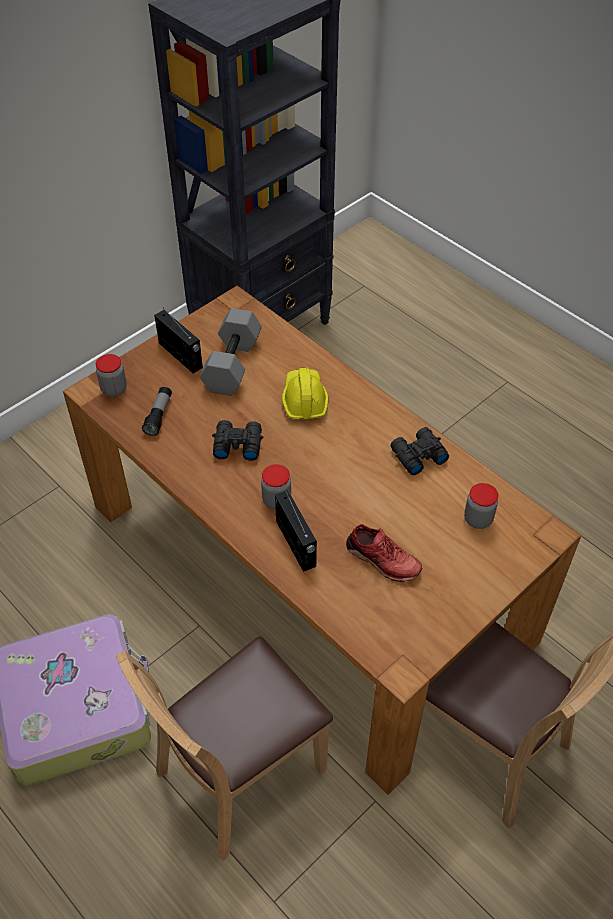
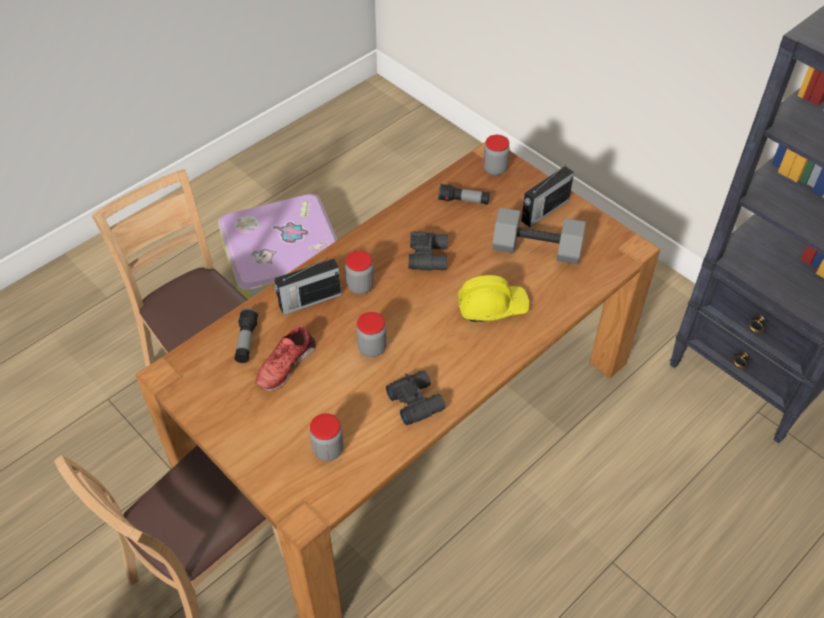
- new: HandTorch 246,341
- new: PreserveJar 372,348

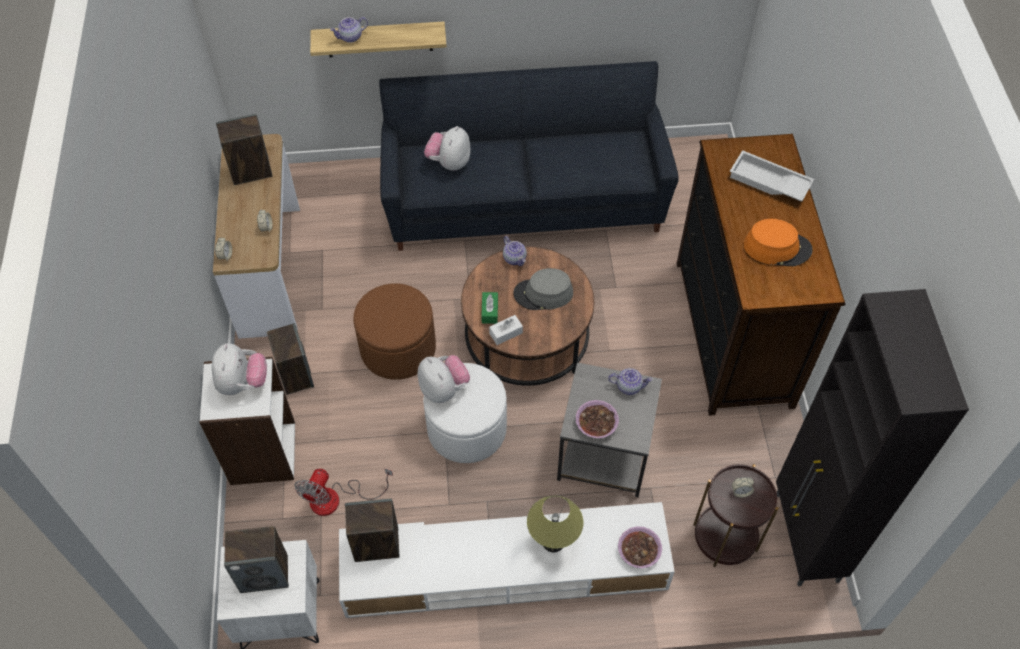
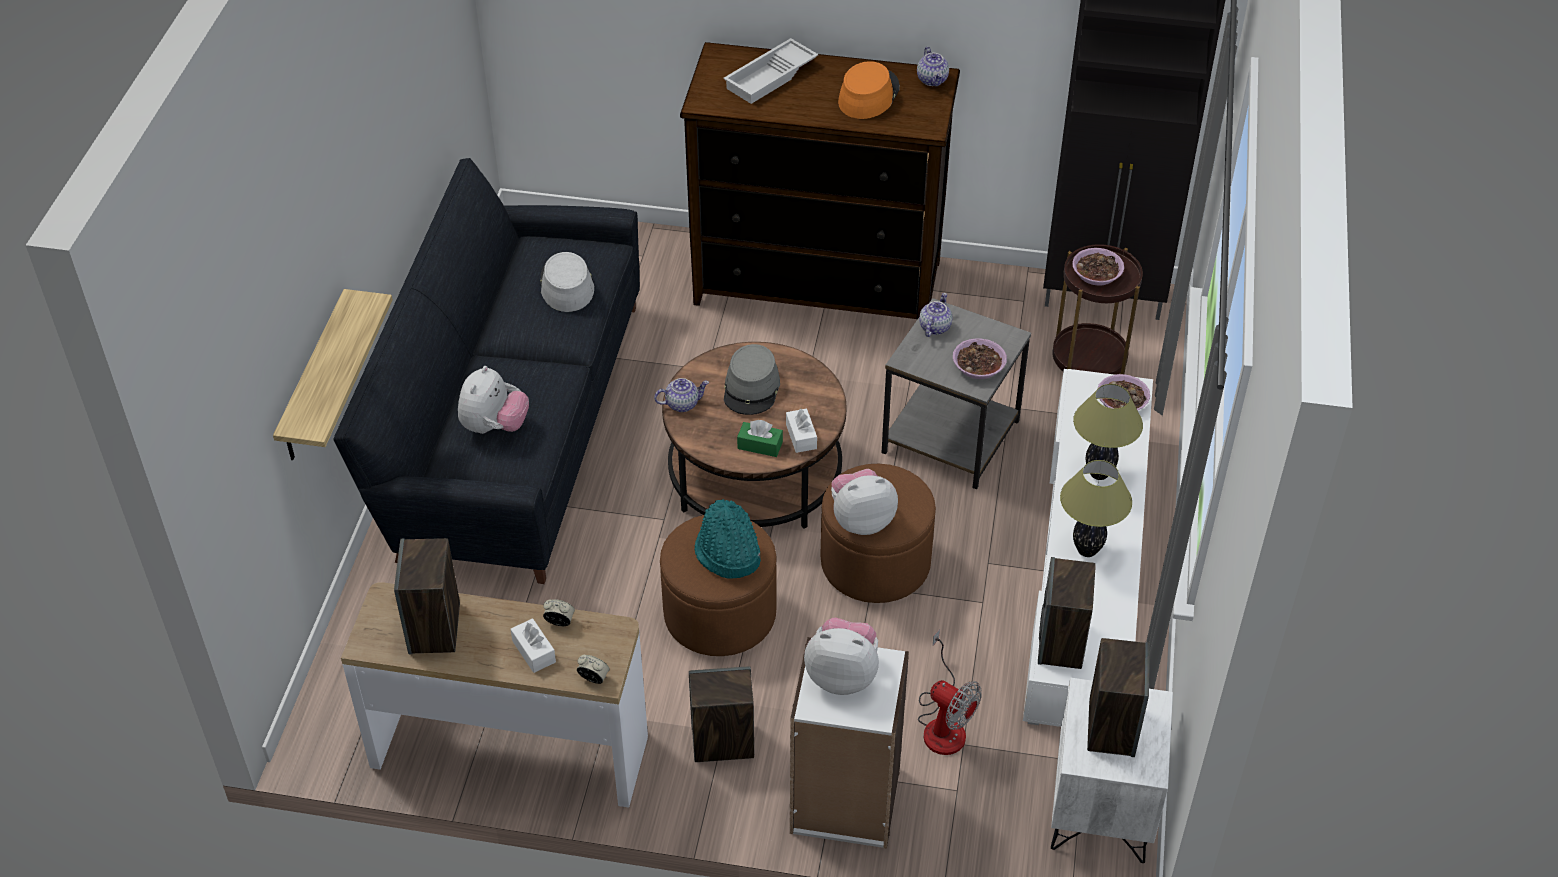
- new: WhiteBoxOfTissues 534,651
- new: GrayWearableHat 566,285
- new: BlueGreenWearableHat 727,554
- new: TableLamp 1086,550
- shifted: TeaPot 350,37 to 932,80
- swapped: AlarmClock 740,492 to Bowl 1096,273
- repainted: WhitePouffe 467,429 to BrownColouredPouffe 875,562
- rotated: CuddlyToy 449,162 = 494,426 105 degrees counterclockwise

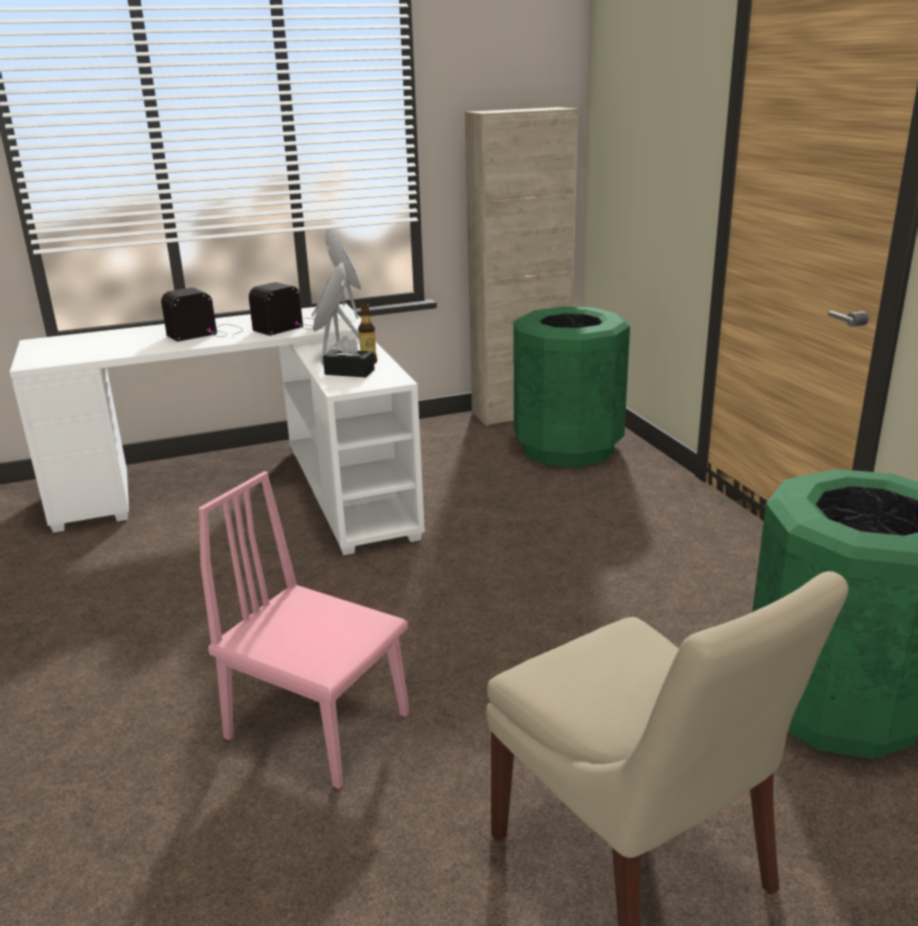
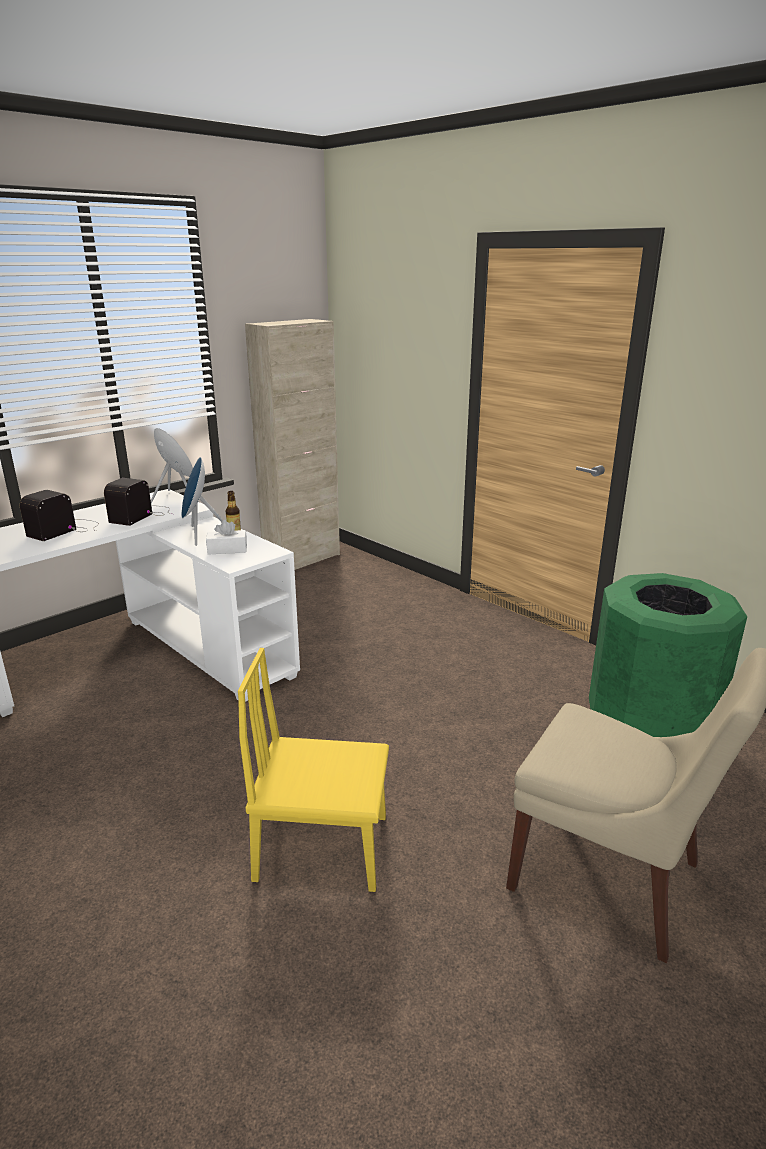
- gone: GreenRubbishBin 567,449
- repainted: PinkishPlainChair 318,725 to YellowishPlainChair 322,847
- repainted: BlackishBoxOfTissues 349,372 to WhiteBoxOfTissues 227,549

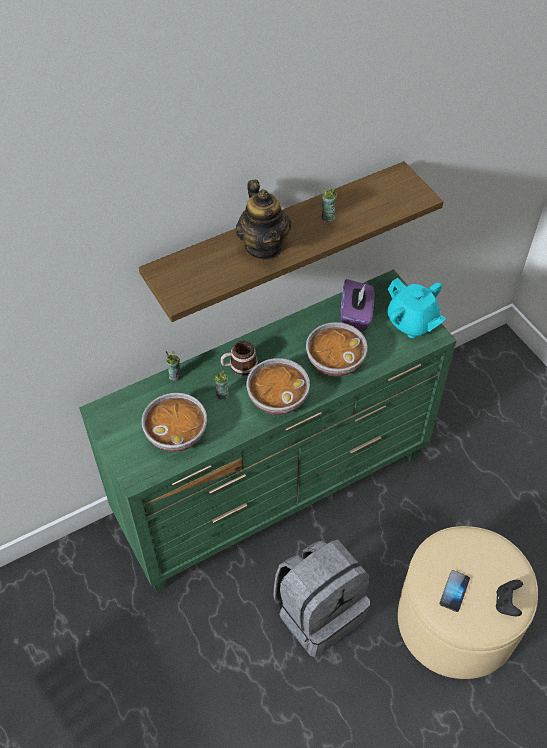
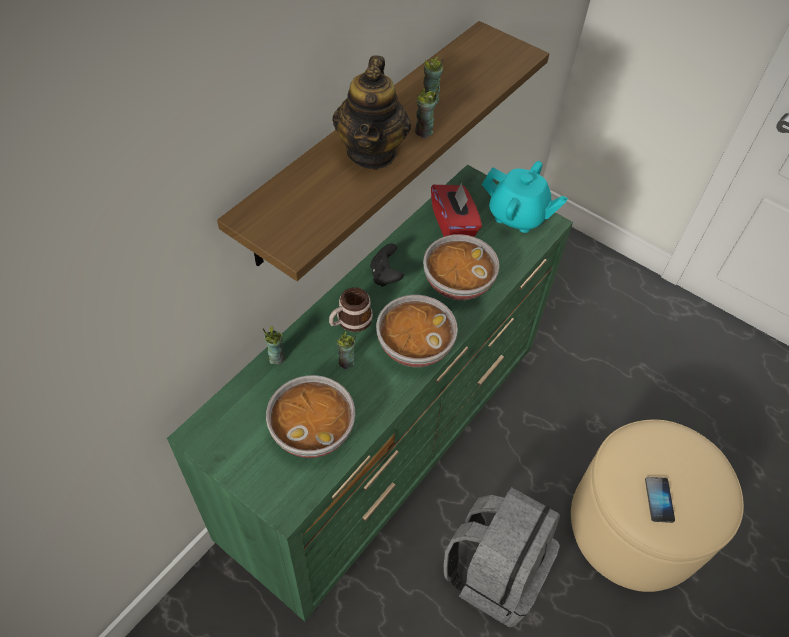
- new: SmallCup 424,132
- shifted: BlackishJoypad 506,603 to 385,275
- repainted: PurplishBoxOfTissues 356,315 to RedBoxOfTissues 453,224
- rotated: TeaPot 264,246 = 372,152 45 degrees clockwise

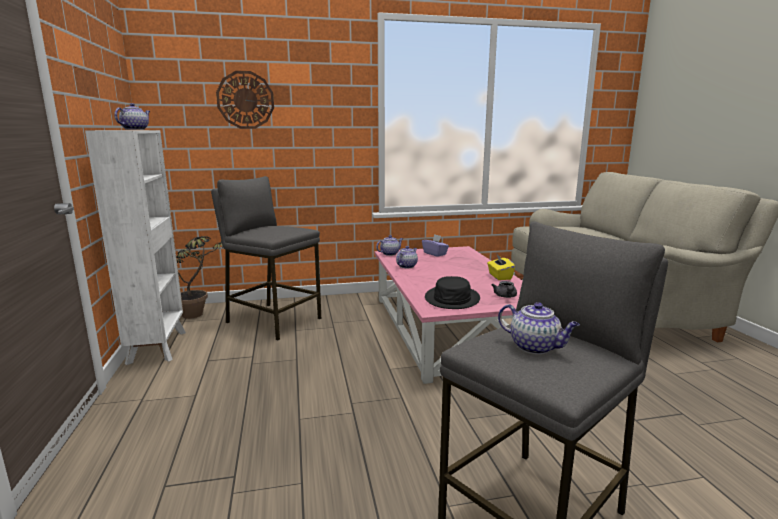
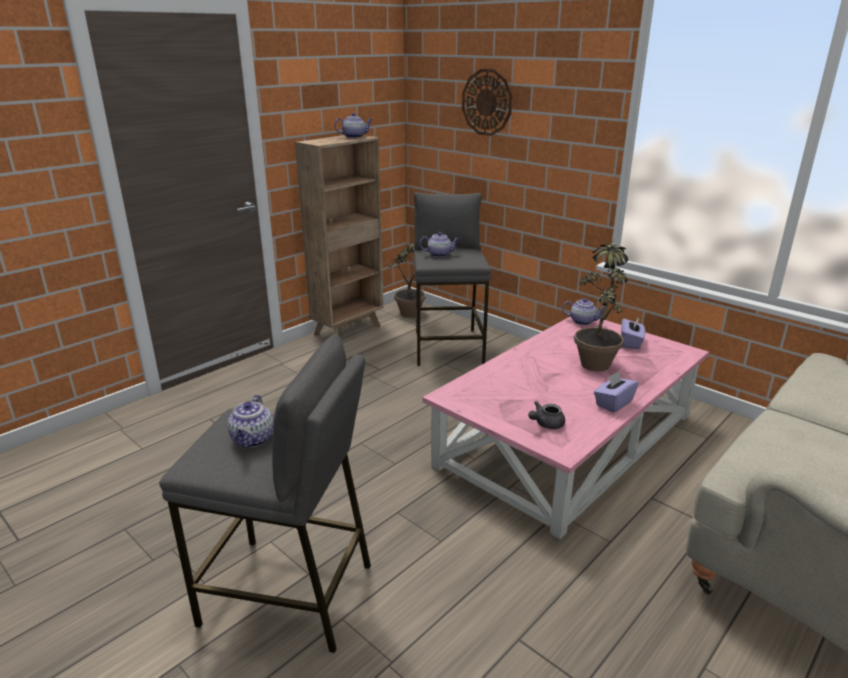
- gone: BlackishWearableHat 452,298
- new: PlantInAPot 596,360
- shifted: TeaPot 406,266 to 439,254
- repainted: WhiteBookcase 158,346 to BrownColouredBookcase 349,330
- repainted: YellowishBoxOfTissues 499,276 to PurplishBoxOfTissues 613,403

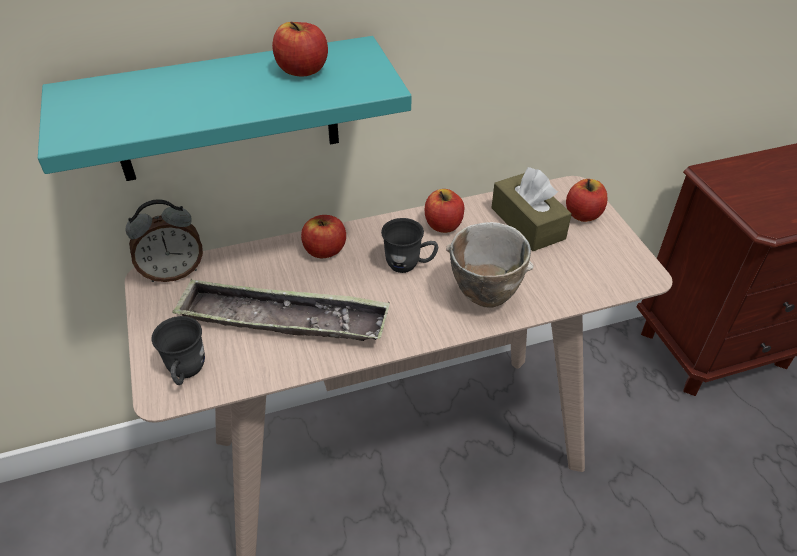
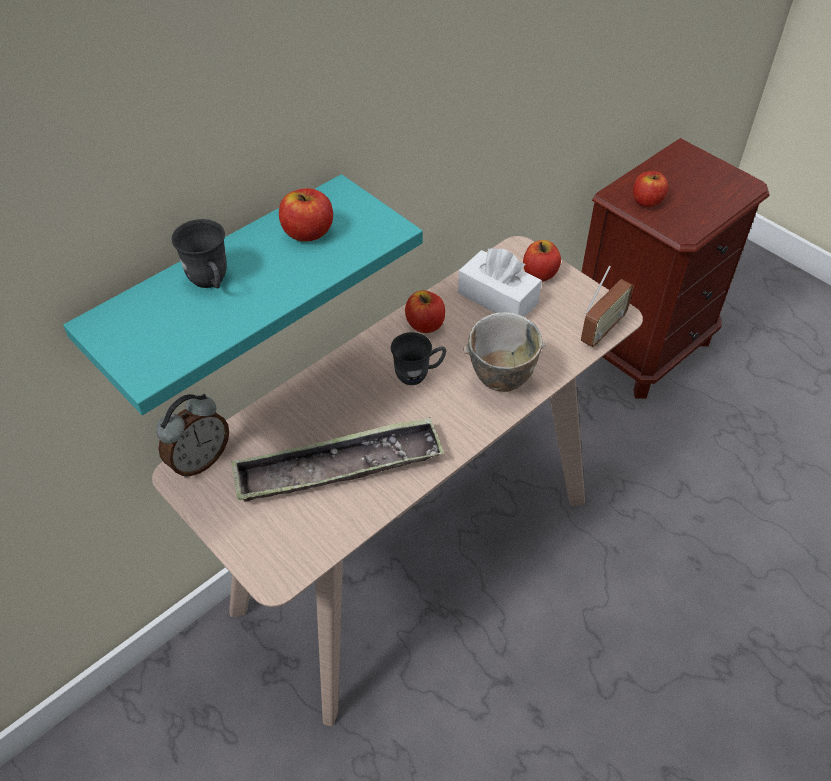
- new: RadioReceiver 602,331
- shifted: GrayTeaMug 186,373 to 211,282
- shifted: Apple 325,250 to 647,201
- repainted: BrownColouredBoxOfTissues 527,223 to WhiteBoxOfTissues 497,298

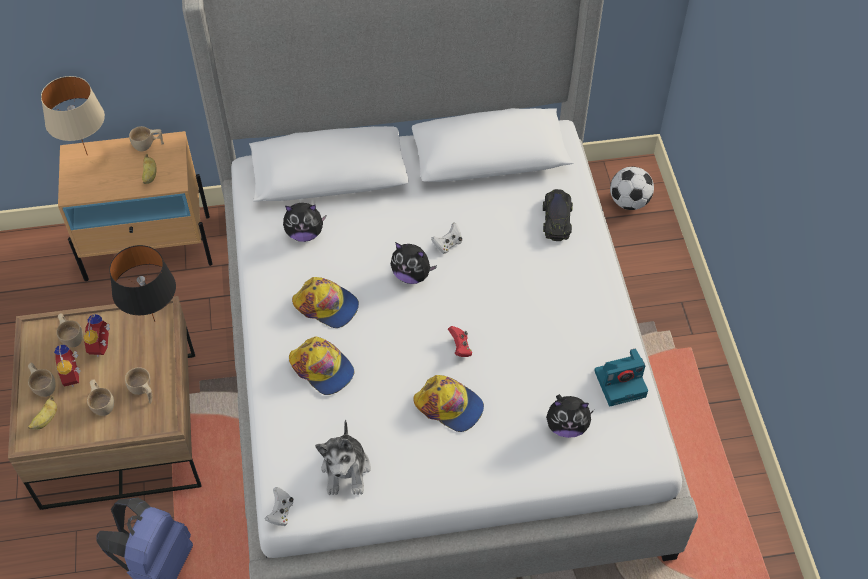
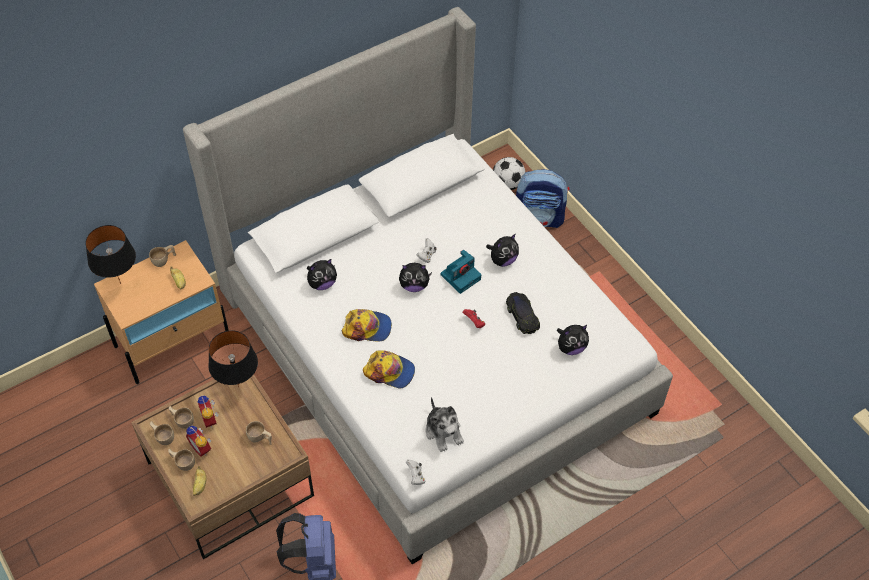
- gone: Cap 449,406
- new: CuddlyToy 502,260
- new: Knapsack 539,218
- shifted: SandColouredSmallCup 102,403 to 163,436
- shifted: BlackishMiniatureCar 557,218 to 522,315
- shifted: PhotoCamera 621,383 to 461,276
- repainted: SandColouredTableLamp 88,155 to BlackishTableLamp 121,283

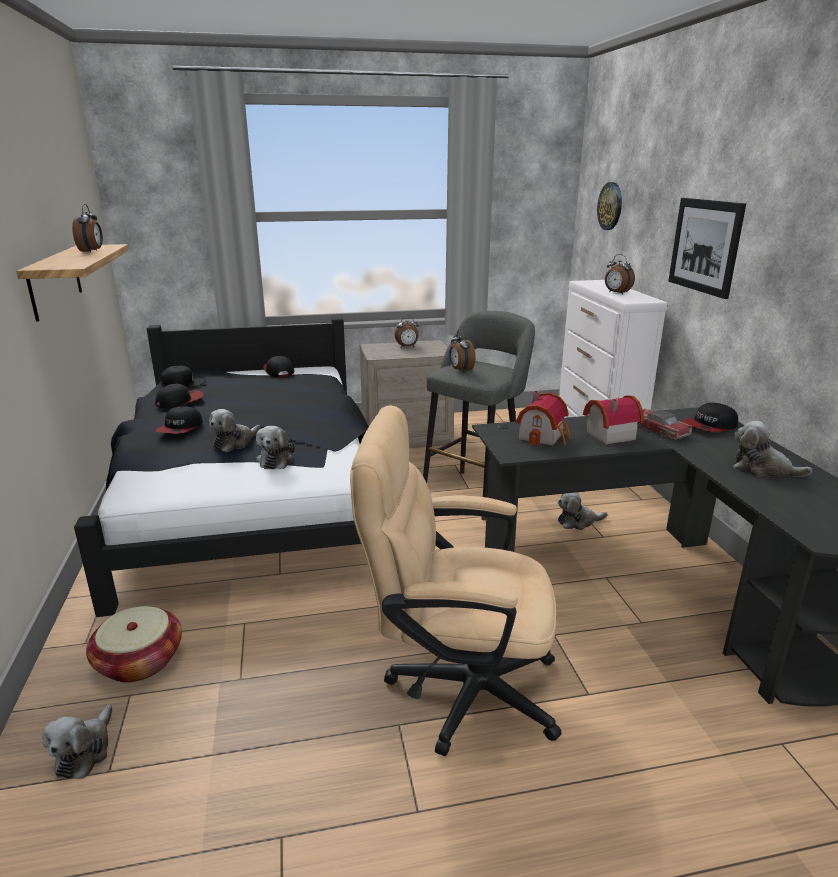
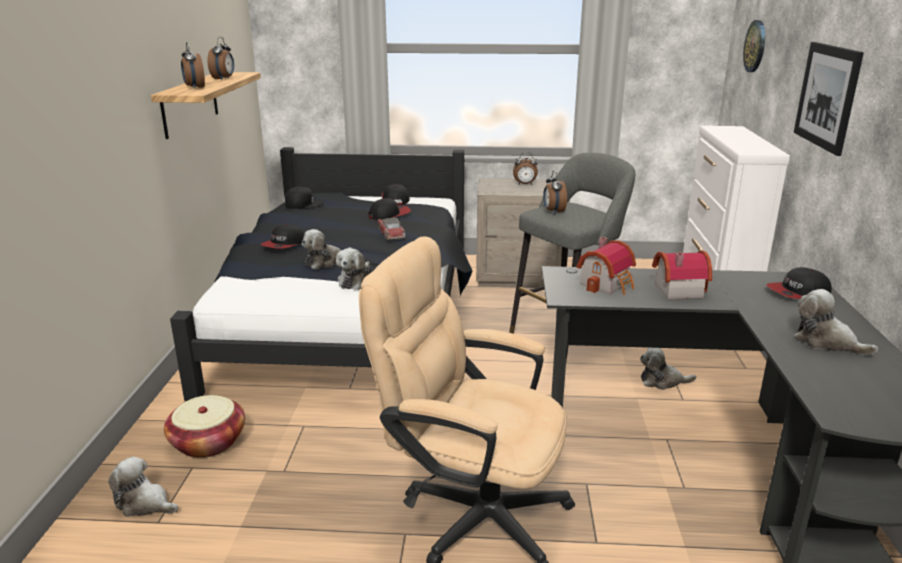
- shifted: Cap 180,401 to 389,214
- shifted: AlarmClock 616,293 to 194,88
- shifted: MiniatureCar 659,430 to 391,233
- rotated: CuddlyToy 85,751 = 145,504 90 degrees clockwise

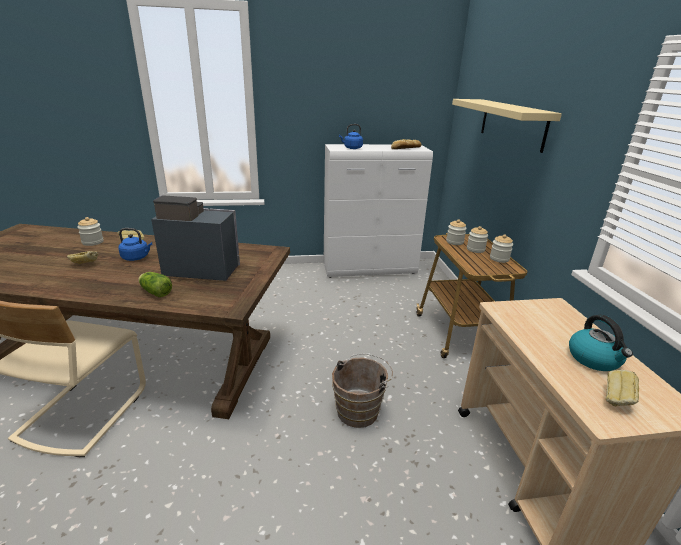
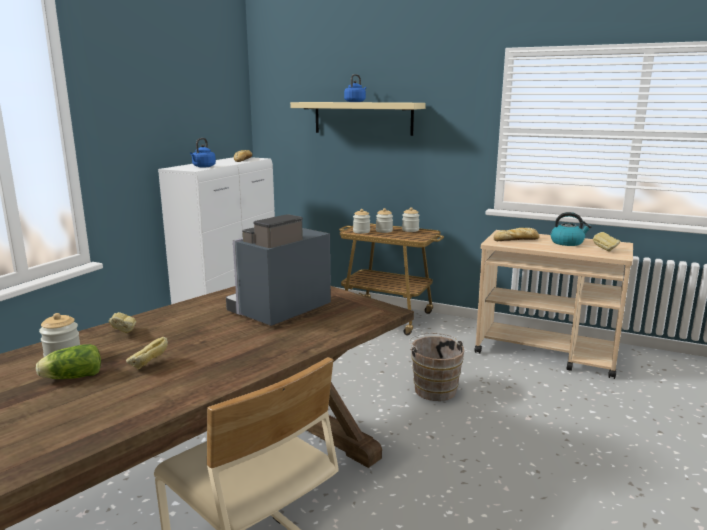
- new: Bread 517,239
- shifted: BlueColouredTeaKettle 137,257 to 355,102
- shifted: LettuceHead 155,292 to 71,377

